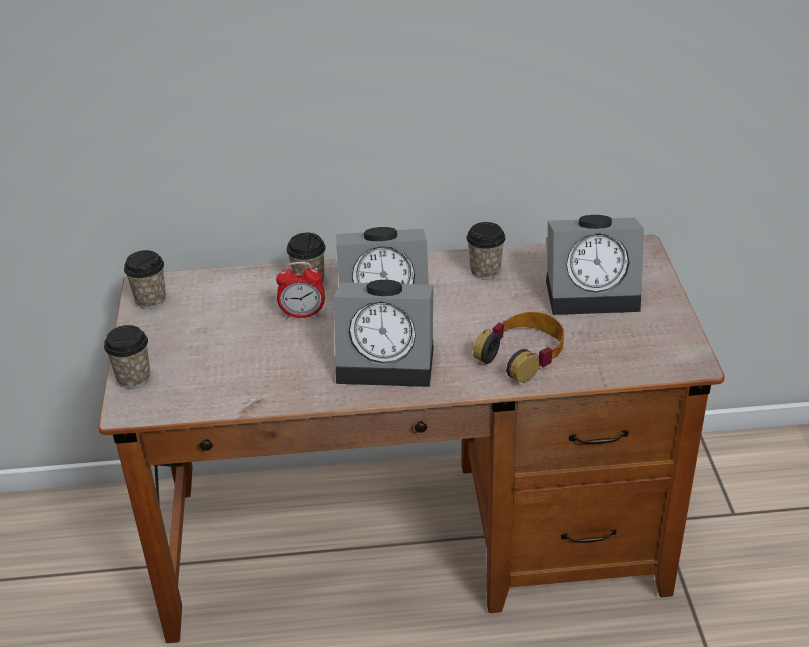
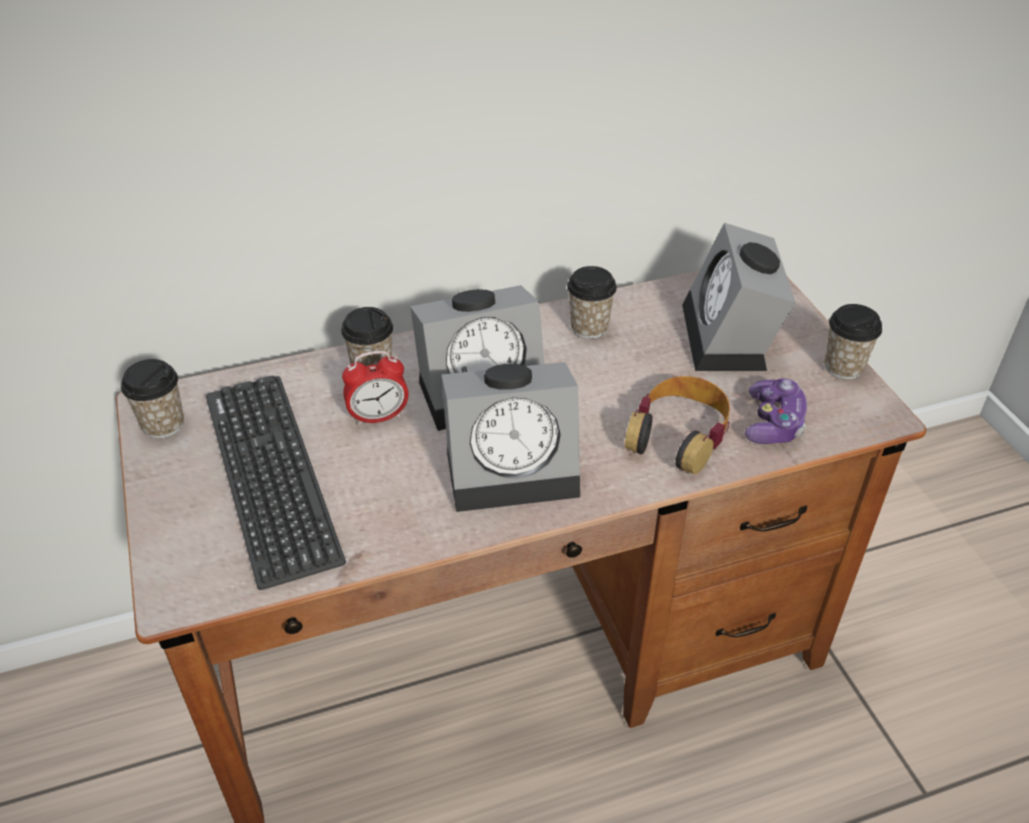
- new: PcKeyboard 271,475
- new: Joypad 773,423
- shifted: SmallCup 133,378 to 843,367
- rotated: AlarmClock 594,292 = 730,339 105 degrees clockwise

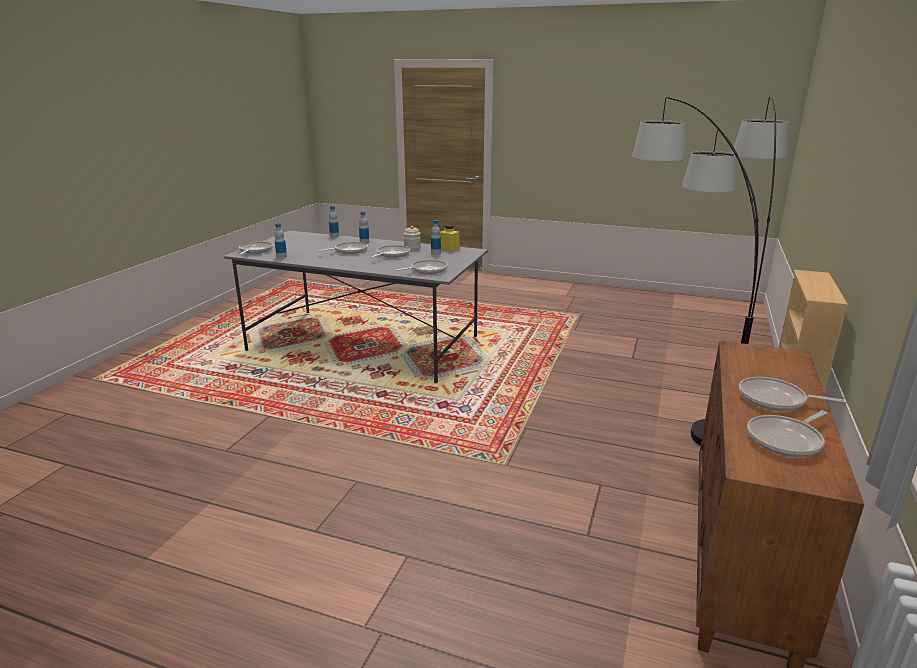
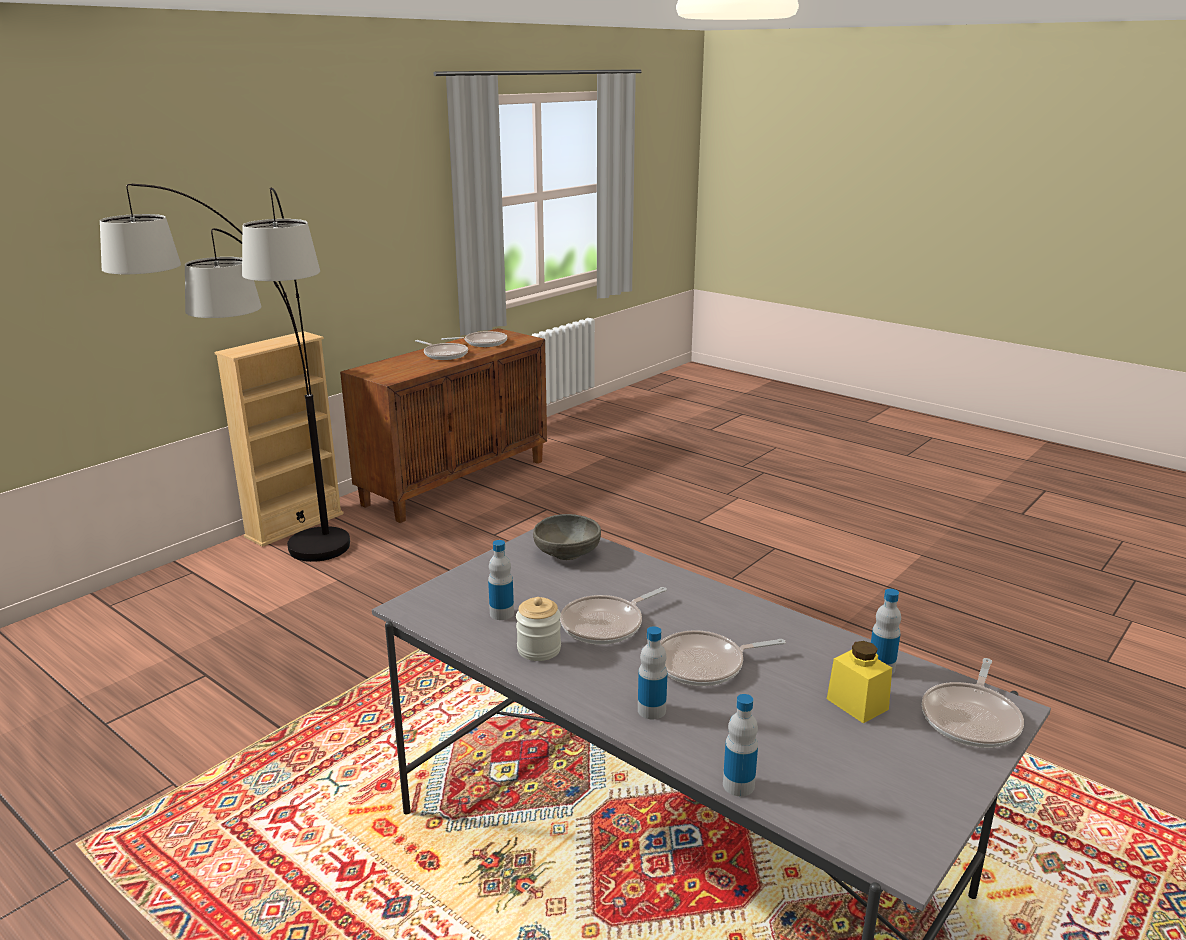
- shifted: YellowishPreserveJar 449,248 to 857,704
- swapped: FryingPan 427,270 to GrayBowl 567,553

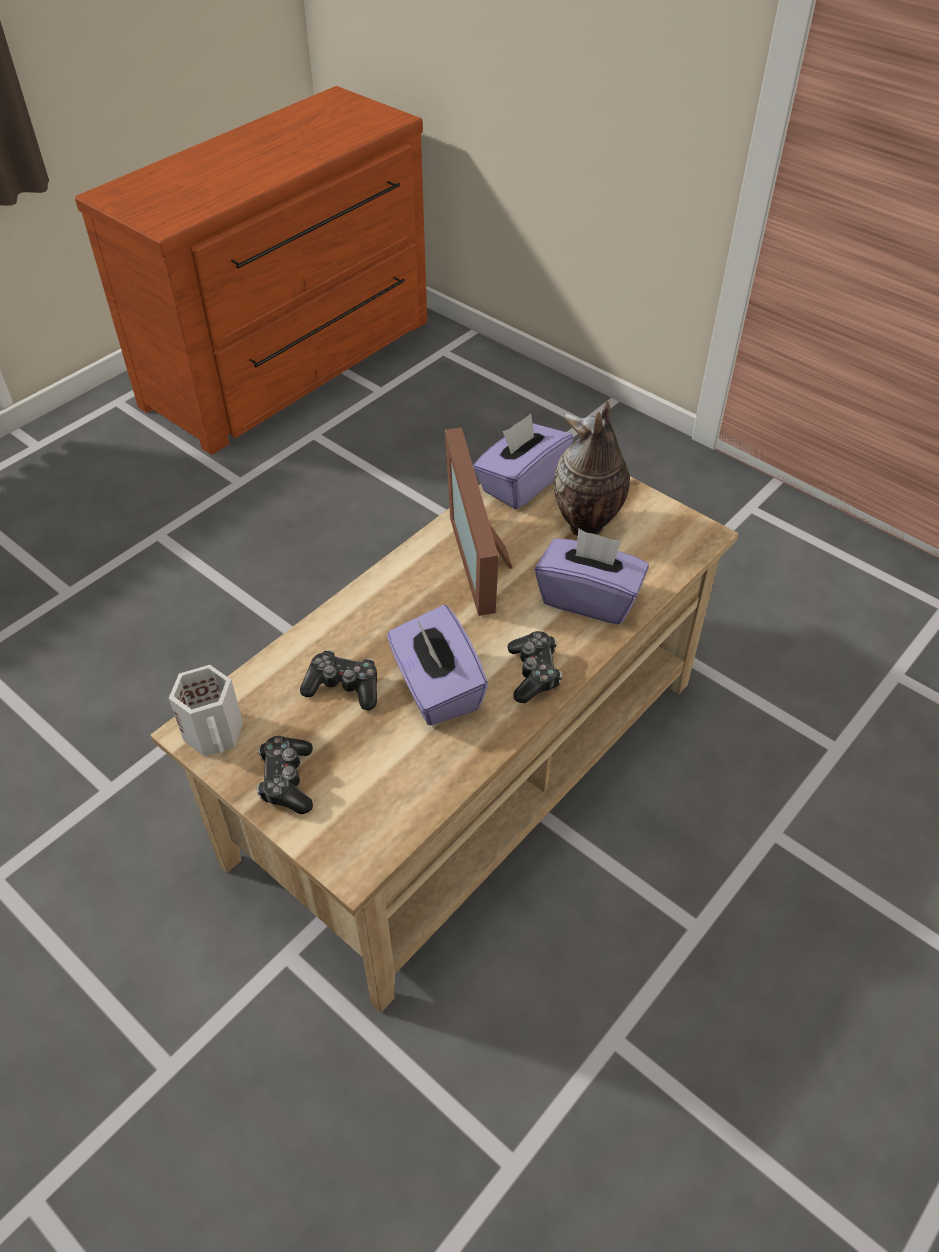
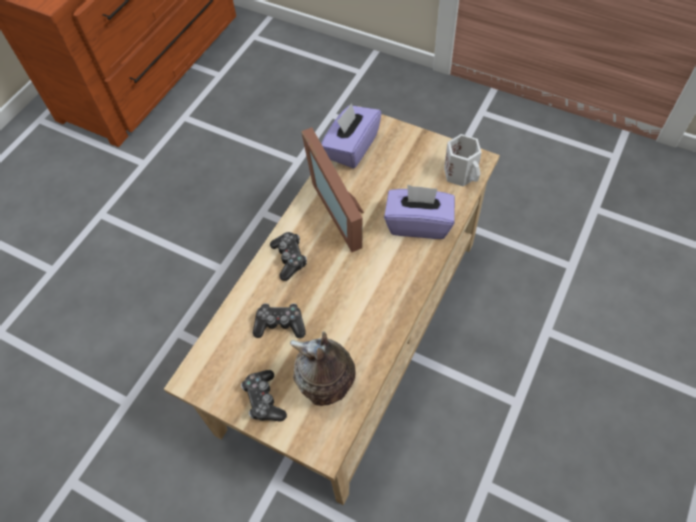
- gone: PurplishBoxOfTissues 436,688
- shifted: WhiteTeaMug 216,733 to 461,173
- shifted: Joypad 534,673 to 289,258
- shifted: Vase 586,526 to 327,390

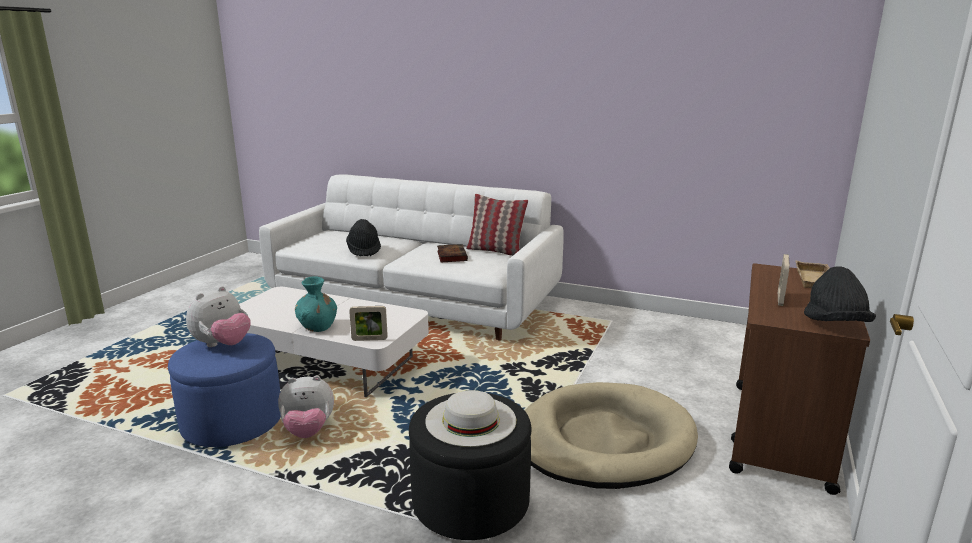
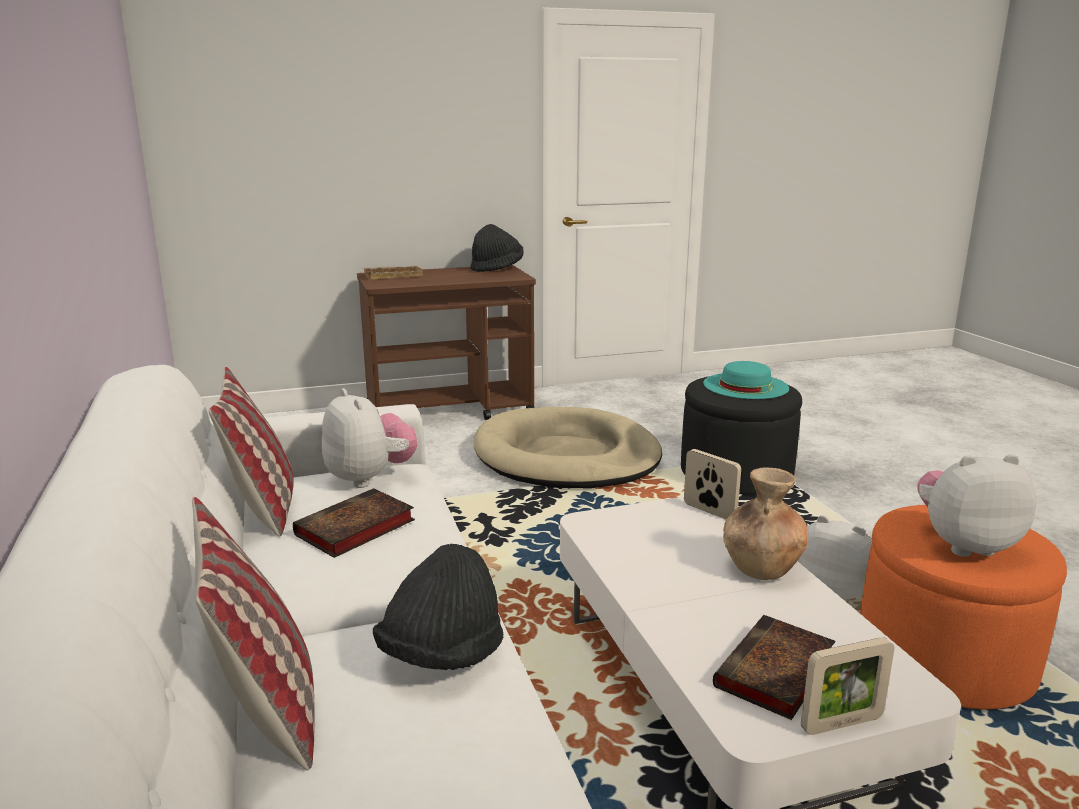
- new: Pillow 265,706
- new: CuddlyToy 369,478
- new: BoundBook 774,674
- shifted: PhotoFrame 780,299 to 841,723
- repainted: BlueColouredPouffe 232,422 to OrangeColouredPouffe 944,659
- repainted: BlueGreenVase 318,327 to BrownColouredVase 762,567
- repainted: WhiteWearableHat 470,420 to BlueGreenWearableHat 745,386

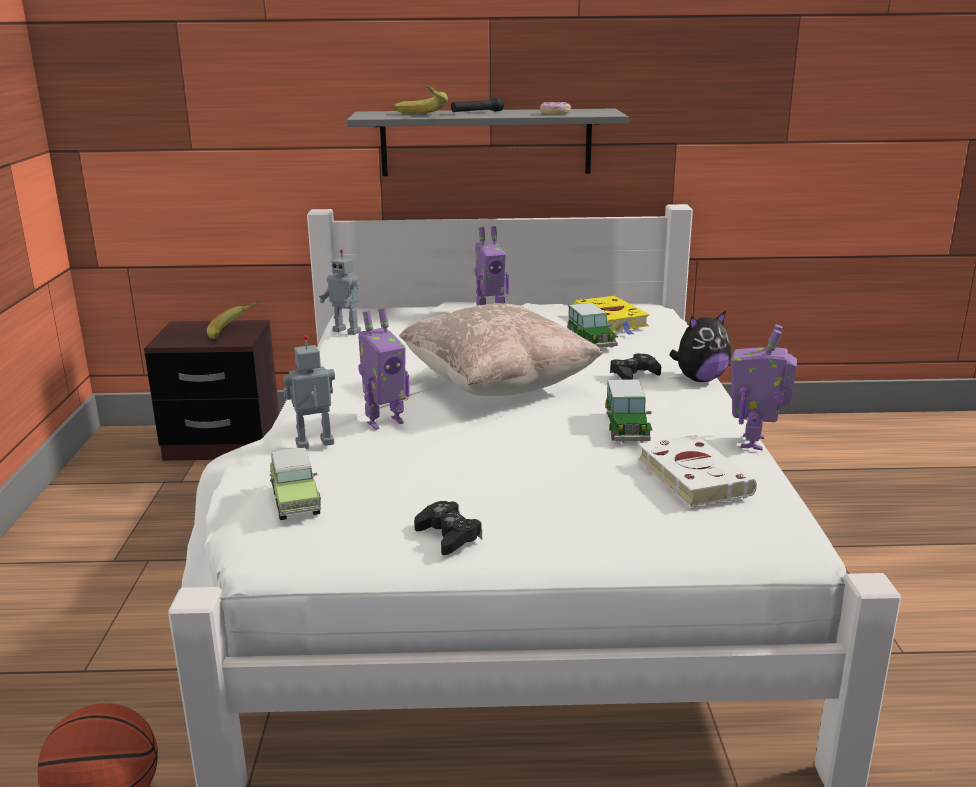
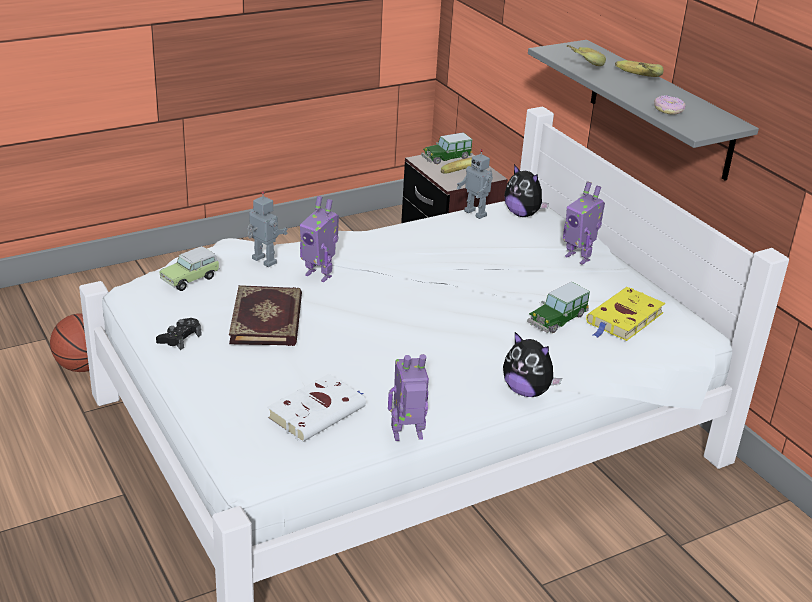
- gone: SandColouredPillow 497,387
- gone: BlackishJoypad 634,374
- new: BoundBook 268,319
- new: CuddlyToy 522,214
- shifted: MiniatureCar 626,428 to 446,158
- swapped: BlackishHandTorch 477,112 to WholeBanana 634,80
- rotated: ModelRobot 348,331 = 476,213 45 degrees counterclockwise

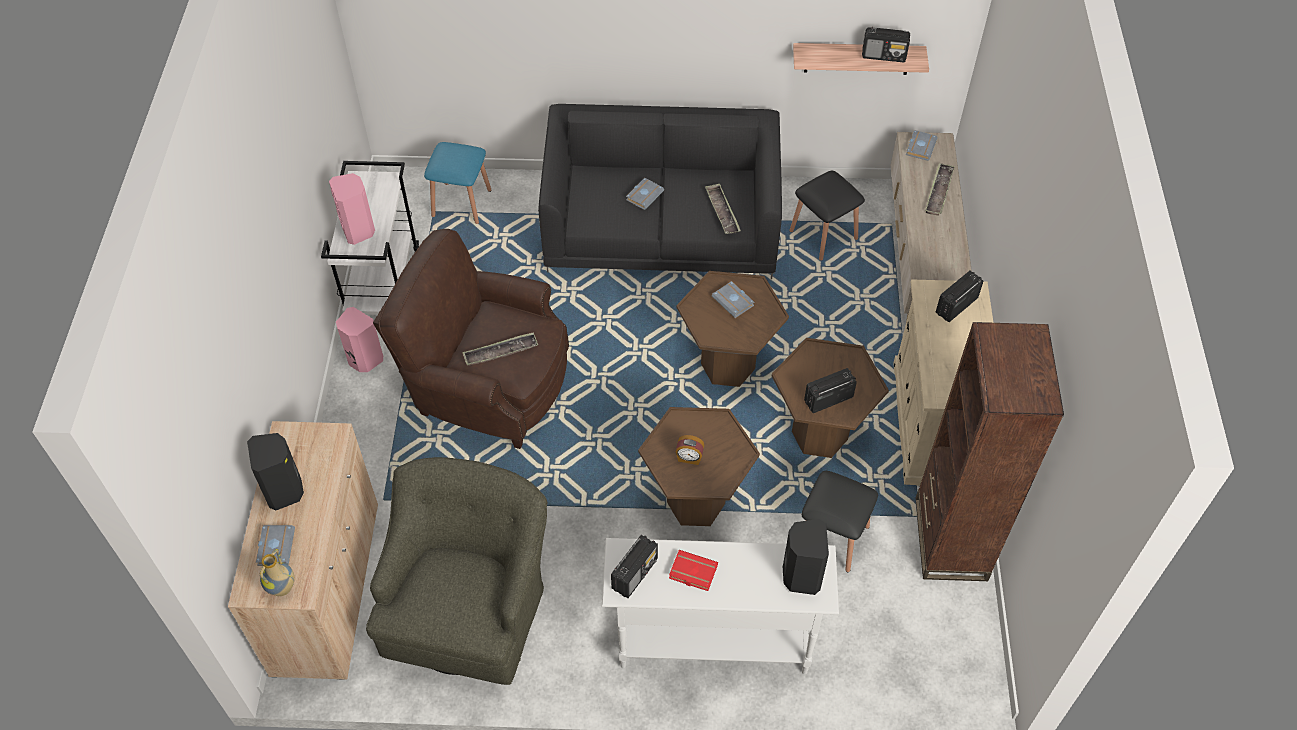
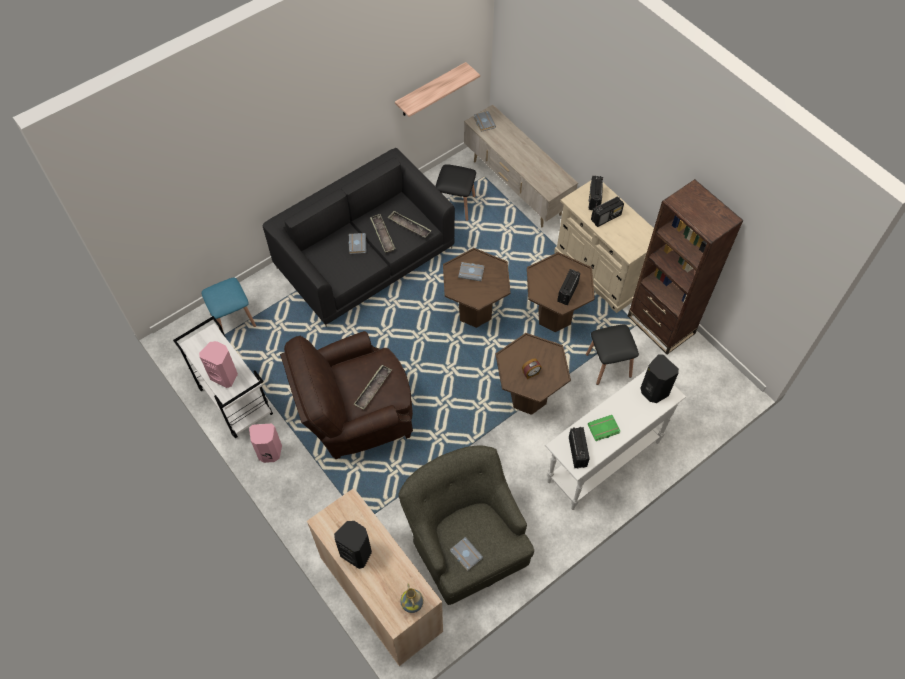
- shifted: GrayBoundBook 275,546 to 465,554
- shifted: RadioReceiver 884,55 to 606,217
- shifted: CarryingTray 938,192 to 382,235
- repainted: RedBoundBook 692,573 to GreenBoundBook 603,430

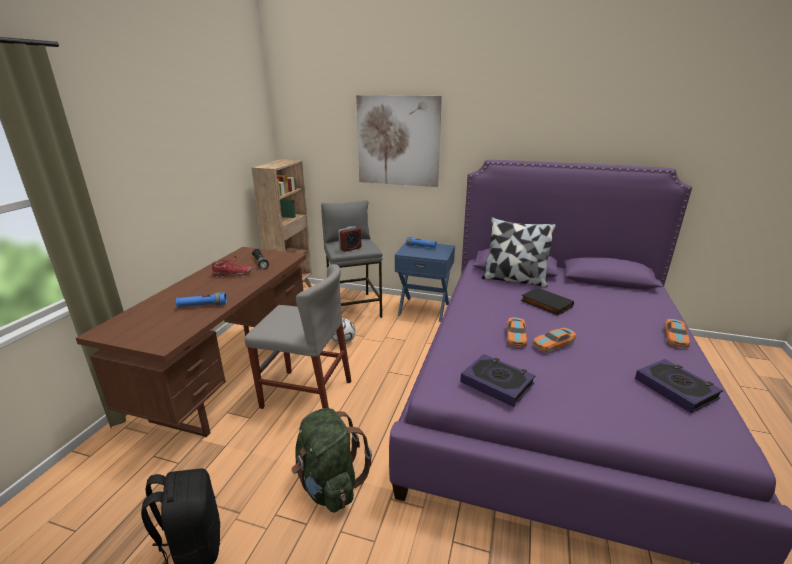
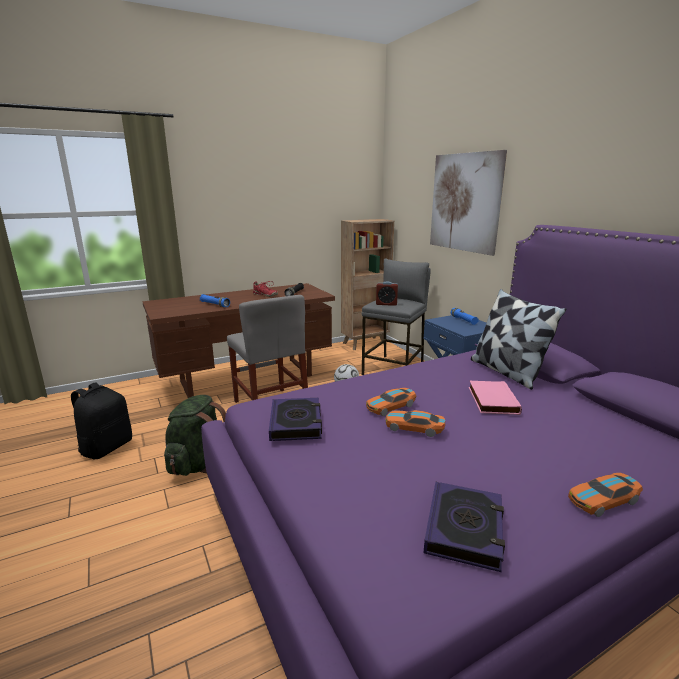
- repainted: BlackishBoundBook 545,304 to PinkishBoundBook 491,400

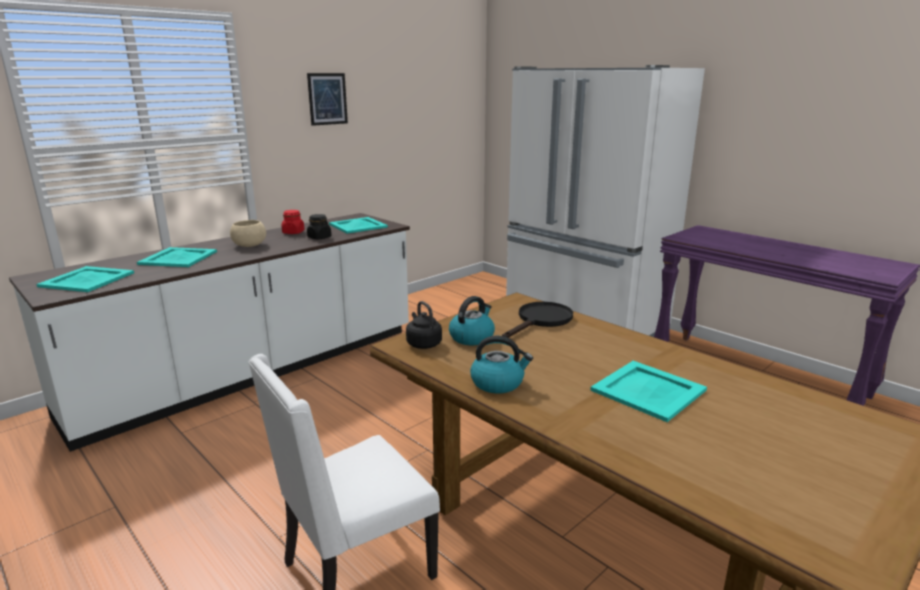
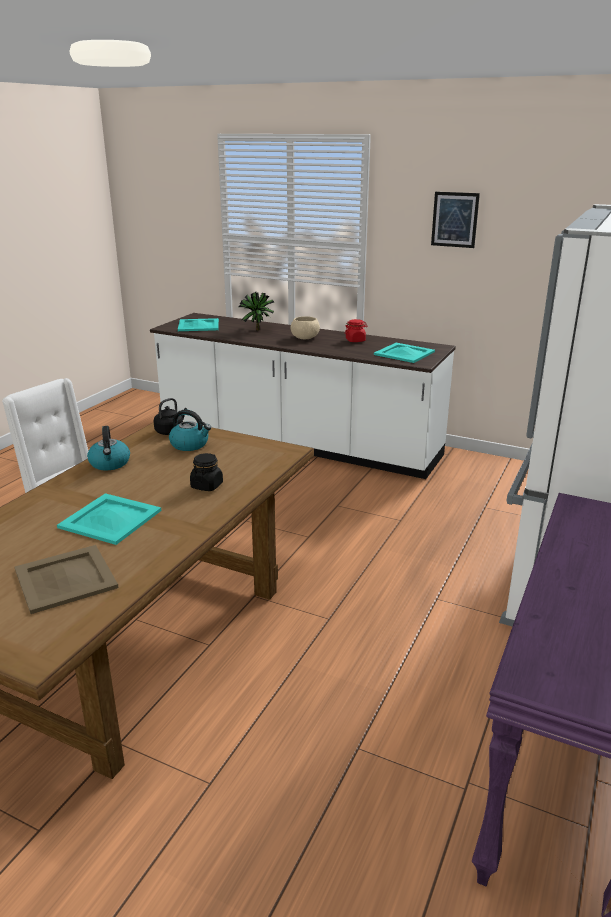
- gone: BlackishFryingPan 541,320
- new: SandColouredCarryingTray 64,578
- shifted: BlackishPreserveJar 319,237 to 207,485
- swapped: BlueGreenCarryingTray 179,258 to PlantInAPot 258,330

